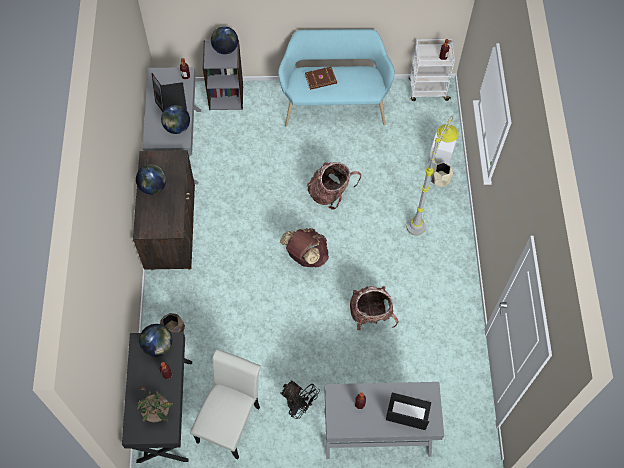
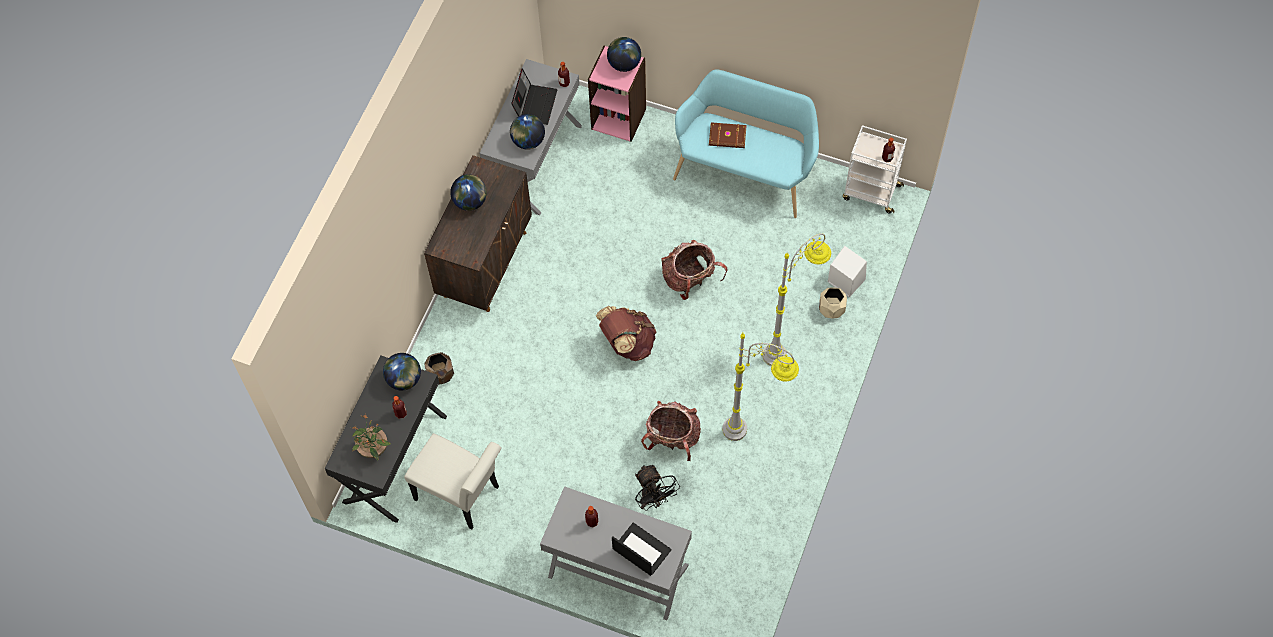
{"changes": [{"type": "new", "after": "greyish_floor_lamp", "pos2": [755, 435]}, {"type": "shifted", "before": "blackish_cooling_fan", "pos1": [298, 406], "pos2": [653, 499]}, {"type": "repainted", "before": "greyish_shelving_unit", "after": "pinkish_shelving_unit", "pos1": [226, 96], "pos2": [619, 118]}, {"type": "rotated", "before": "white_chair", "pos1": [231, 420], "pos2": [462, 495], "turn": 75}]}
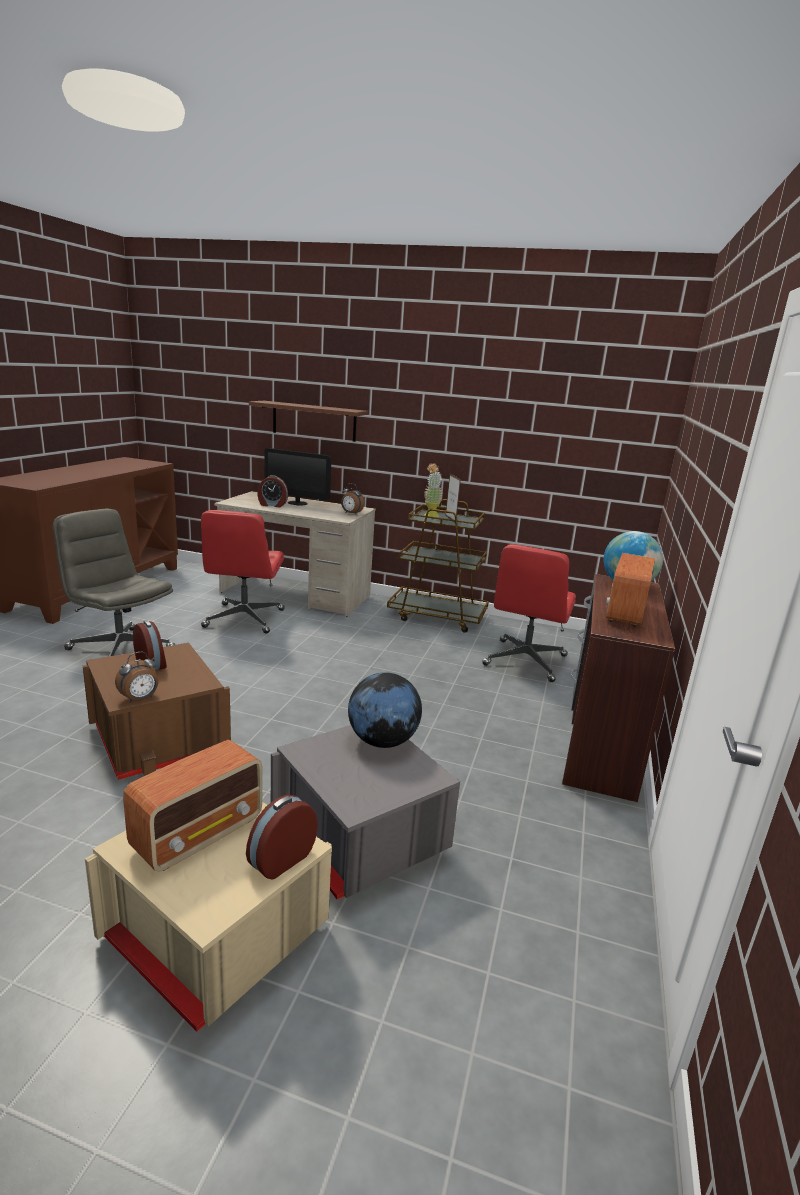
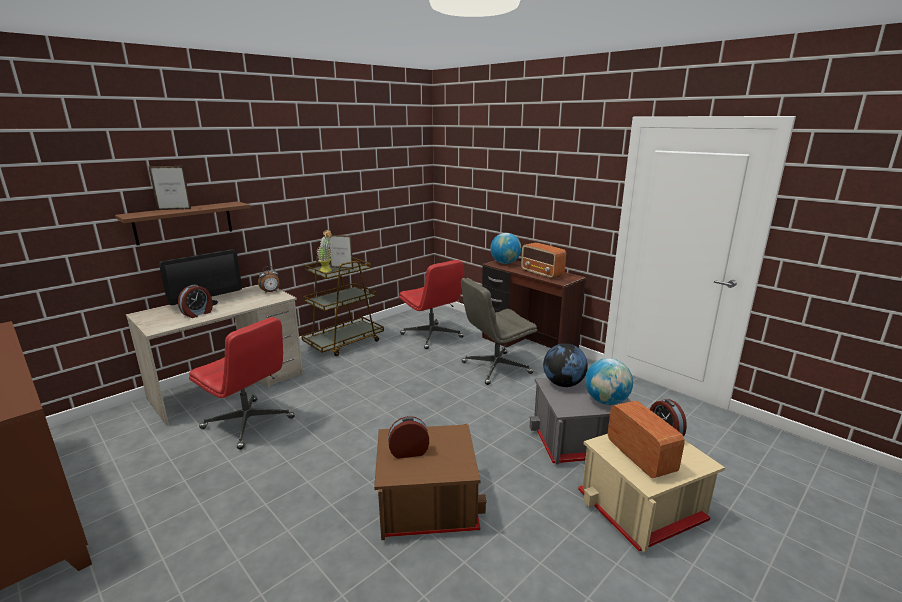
{"changes": [{"type": "gone", "before": "table_clock", "pos1": [140, 699]}, {"type": "new", "after": "picture_frame", "pos2": [174, 209]}, {"type": "new", "after": "desk_globe", "pos2": [606, 401]}, {"type": "shifted", "before": "greyish_computer_chair", "pos1": [120, 649], "pos2": [495, 368]}]}
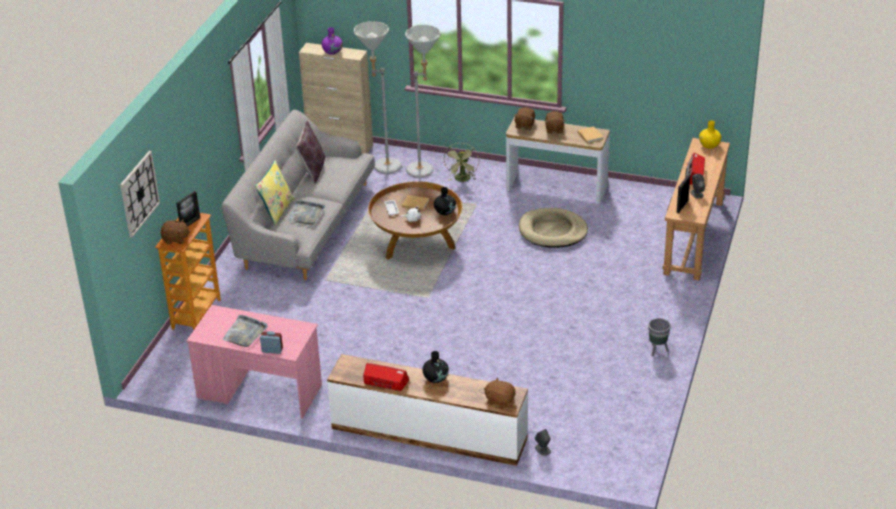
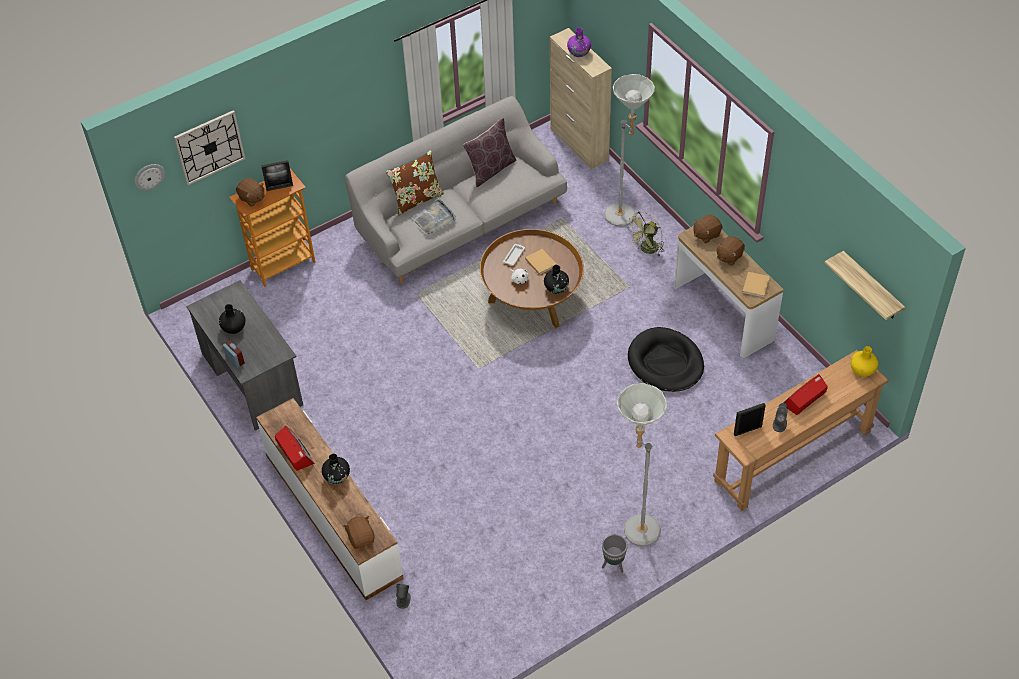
{"changes": [{"type": "new", "after": "clock_on_the_wall", "pos2": [149, 176]}, {"type": "new", "after": "bracket_shelf", "pos2": [871, 287]}, {"type": "shifted", "before": "greyish_floor_lamp", "pos1": [381, 166], "pos2": [636, 526]}, {"type": "swapped", "before": "greyish_serving_tray", "after": "blackish_vase", "pos1": [245, 333], "pos2": [234, 328]}, {"type": "repainted", "before": "pinkish_desk_table", "after": "greyish_desk_table", "pos1": [259, 391], "pos2": [252, 379]}, {"type": "repainted", "before": "yellowish_cushion", "after": "brown_cushion", "pos1": [276, 210], "pos2": [416, 199]}, {"type": "repainted", "before": "beige-coloured_dog_bed", "after": "blackish_dog_bed", "pos1": [552, 231], "pos2": [665, 362]}]}
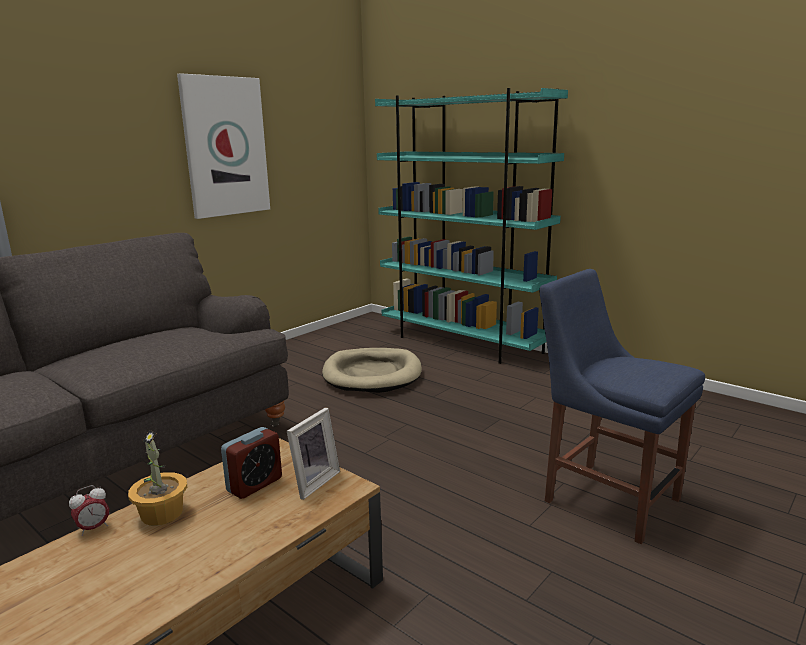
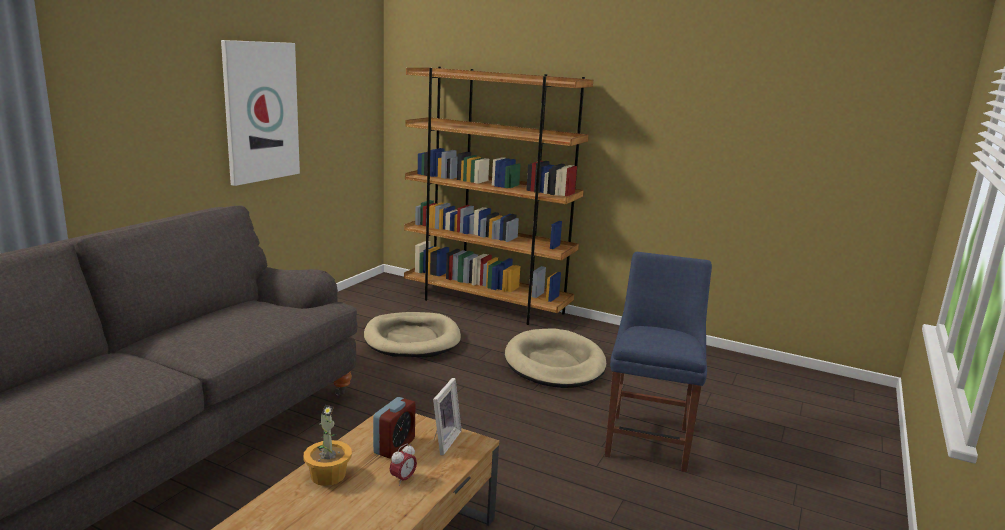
{"changes": [{"type": "new", "after": "beige-coloured_dog_bed", "pos2": [554, 363]}, {"type": "shifted", "before": "table_clock", "pos1": [93, 528], "pos2": [403, 479]}, {"type": "repainted", "before": "blue-green_shelving_unit", "after": "brown_shelving_unit", "pos1": [462, 343], "pos2": [486, 305]}, {"type": "rotated", "before": "blue_chair", "pos1": [605, 497], "pos2": [648, 439], "turn": 75}]}
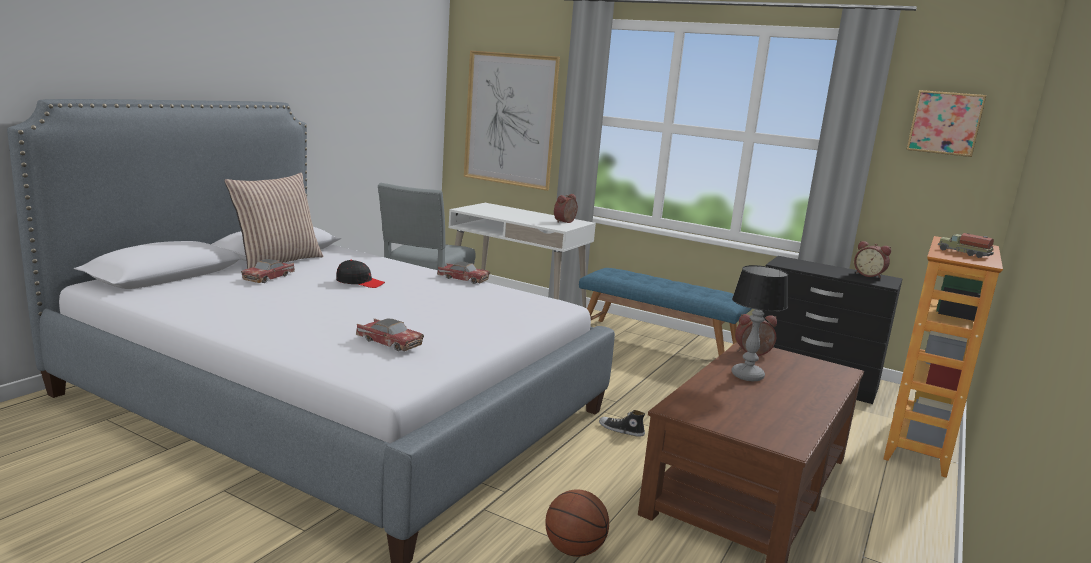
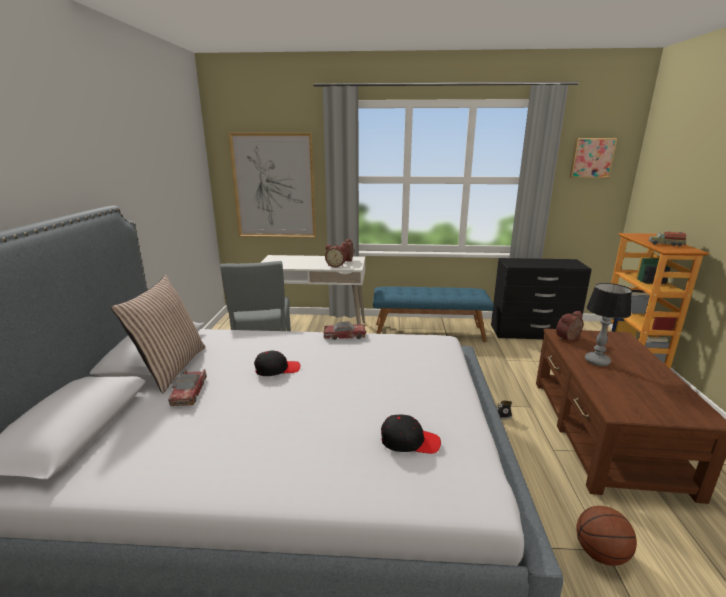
{"changes": [{"type": "shifted", "before": "table_clock", "pos1": [869, 275], "pos2": [336, 265]}, {"type": "swapped", "before": "model_car", "after": "blackish_peaked_cap", "pos1": [389, 342], "pos2": [409, 441]}]}
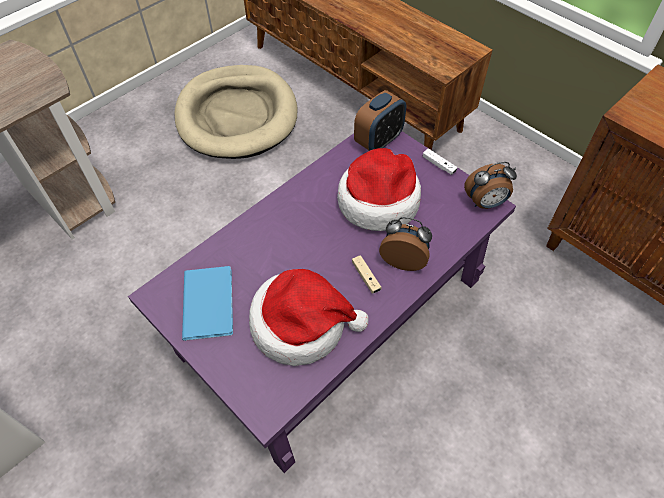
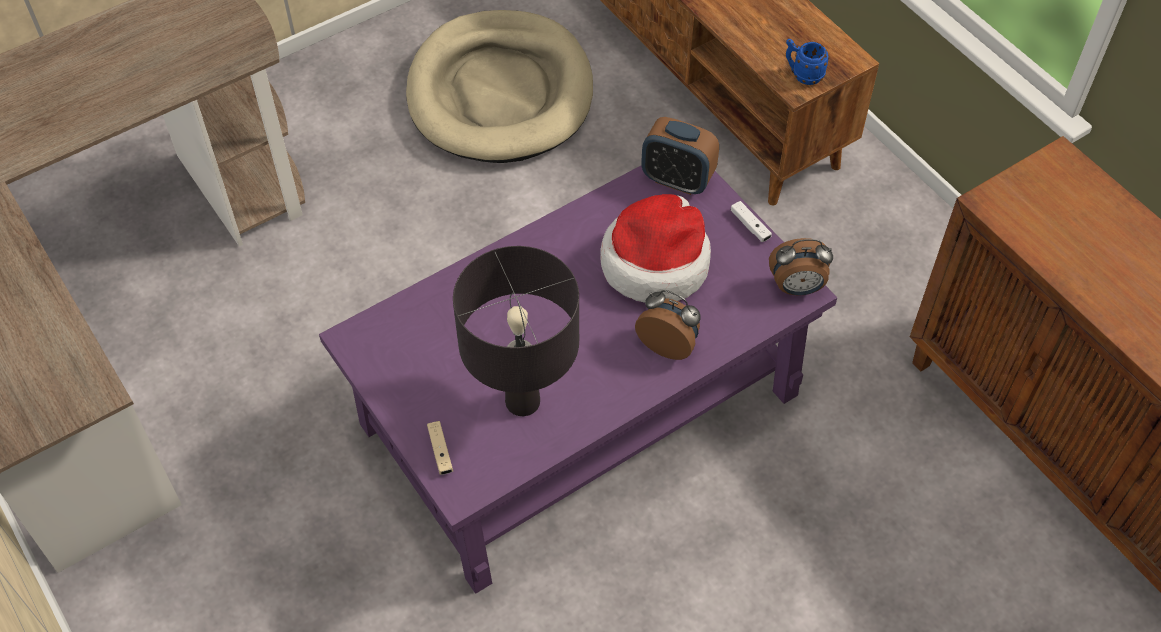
{"changes": [{"type": "gone", "before": "blue_bound_book", "pos1": [210, 301]}, {"type": "new", "after": "blue_tea_mug", "pos2": [802, 75]}, {"type": "shifted", "before": "beige-coloured_gamepad", "pos1": [366, 277], "pos2": [440, 451]}, {"type": "swapped", "before": "wearable_hat", "after": "blackish_lamp_for_a_table", "pos1": [302, 324], "pos2": [523, 401]}, {"type": "rotated", "before": "table_clock", "pos1": [378, 141], "pos2": [677, 179], "turn": 60}]}
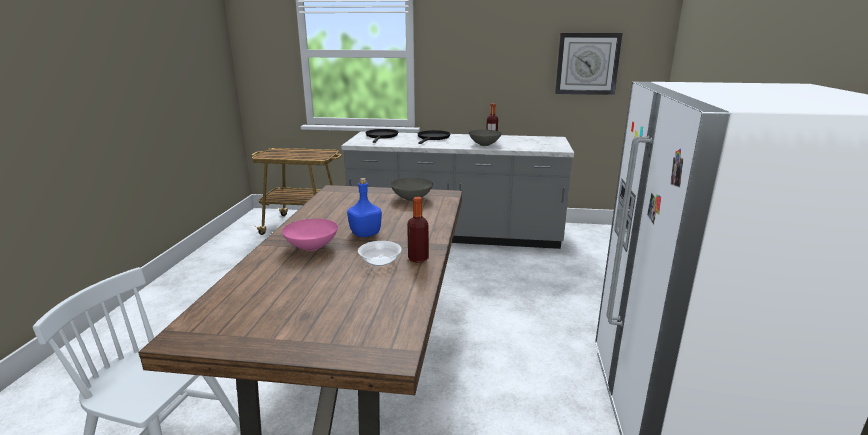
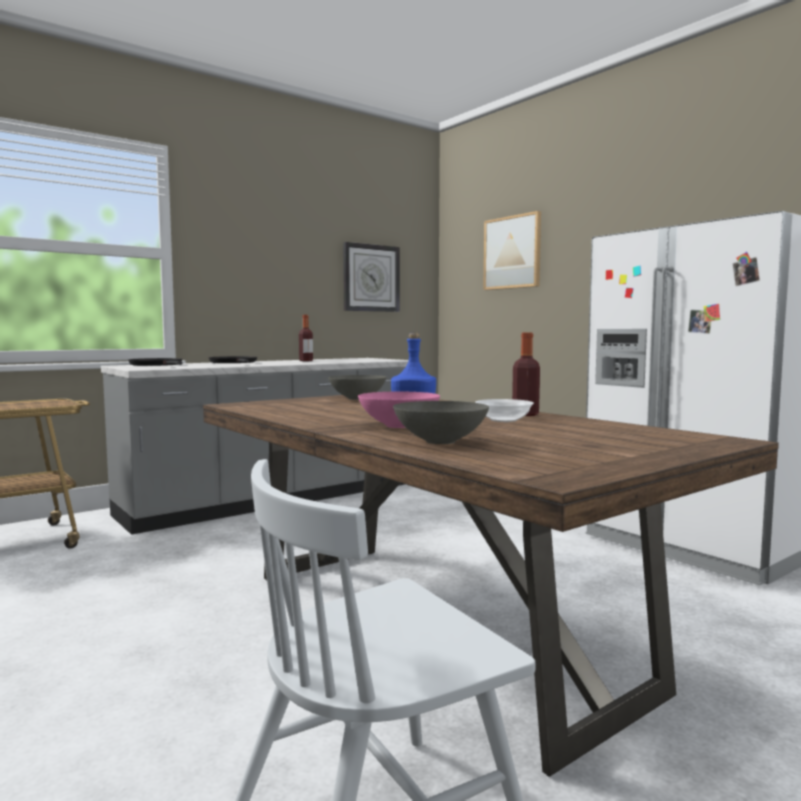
{"changes": [{"type": "new", "after": "wall_picture", "pos2": [512, 252]}, {"type": "shifted", "before": "greyish_deep_dish", "pos1": [484, 145], "pos2": [439, 441]}]}
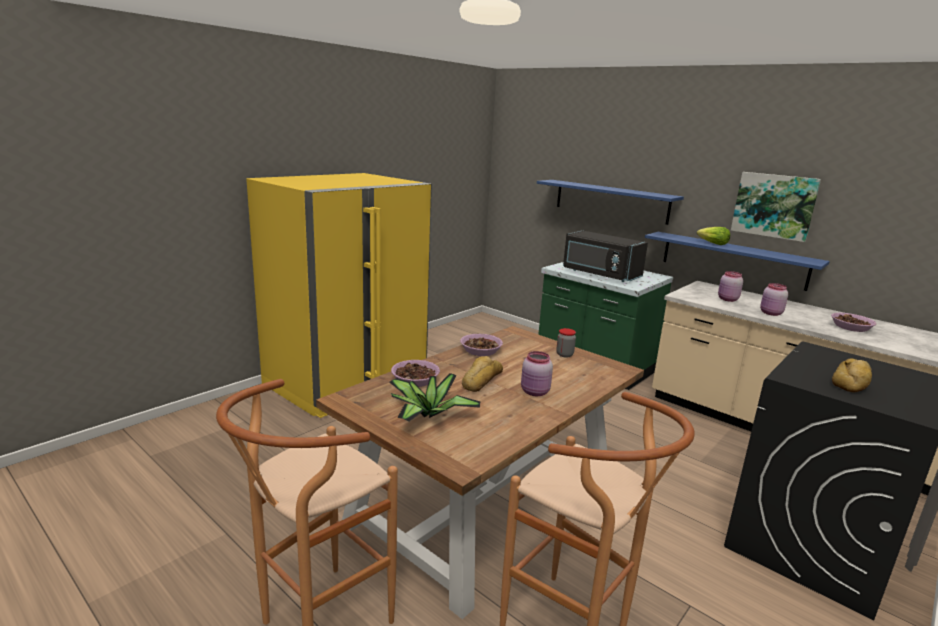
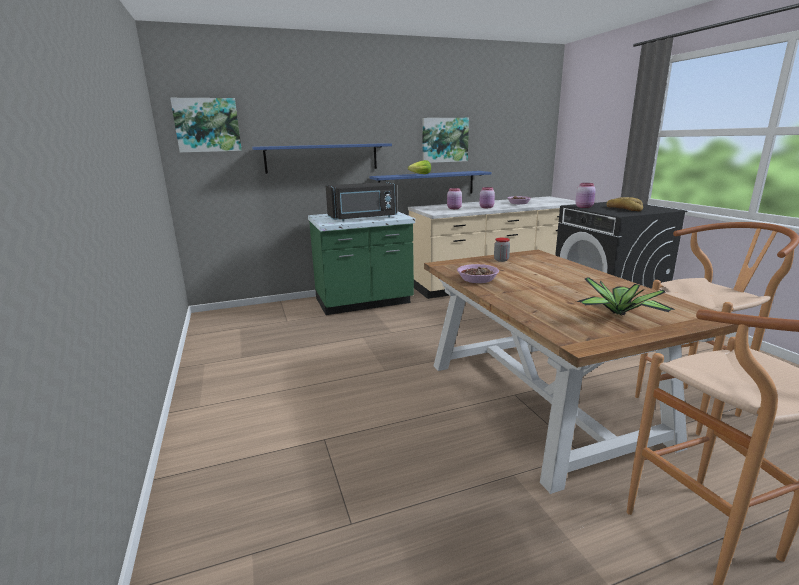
{"changes": [{"type": "gone", "before": "yellowish_refrigerator", "pos1": [347, 381]}, {"type": "gone", "before": "deep_dish", "pos1": [414, 380]}, {"type": "gone", "before": "baked_bread", "pos1": [480, 380]}, {"type": "new", "after": "wall_picture", "pos2": [207, 125]}, {"type": "shifted", "before": "pinkish_jar", "pos1": [535, 392], "pos2": [584, 207]}]}
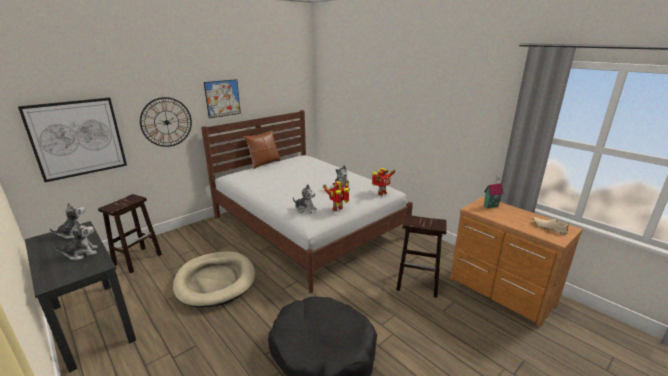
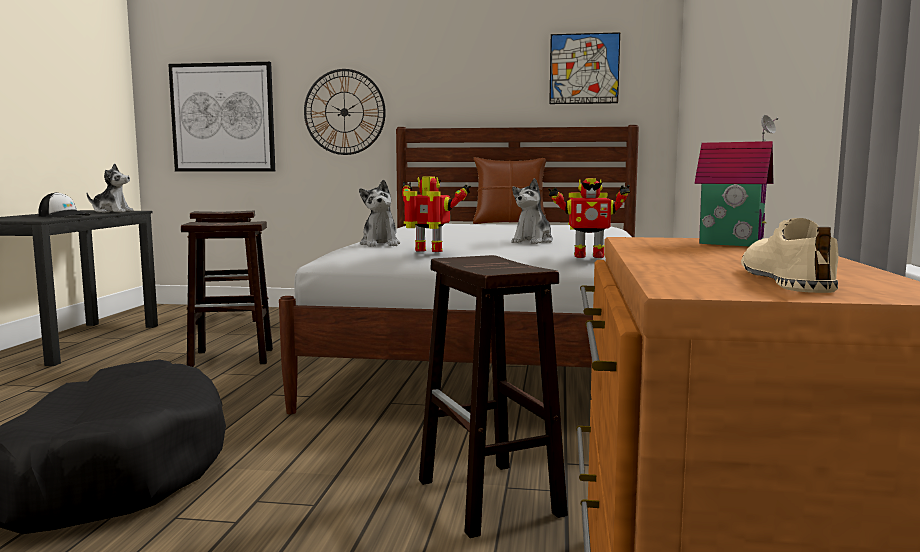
{"changes": [{"type": "shifted", "before": "wall_picture", "pos1": [222, 98], "pos2": [584, 68]}, {"type": "swapped", "before": "soft_toy", "after": "peaked_cap", "pos1": [82, 253], "pos2": [64, 216]}, {"type": "swapped", "before": "beige-coloured_dog_bed", "after": "brown_stool", "pos1": [215, 281], "pos2": [233, 357]}]}
